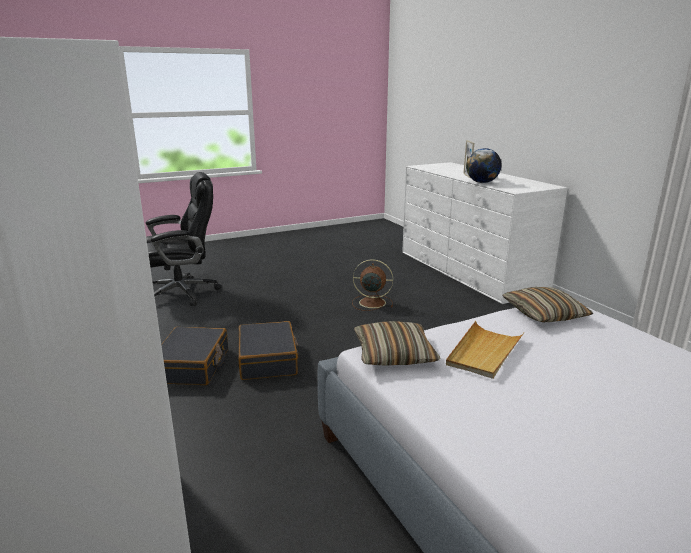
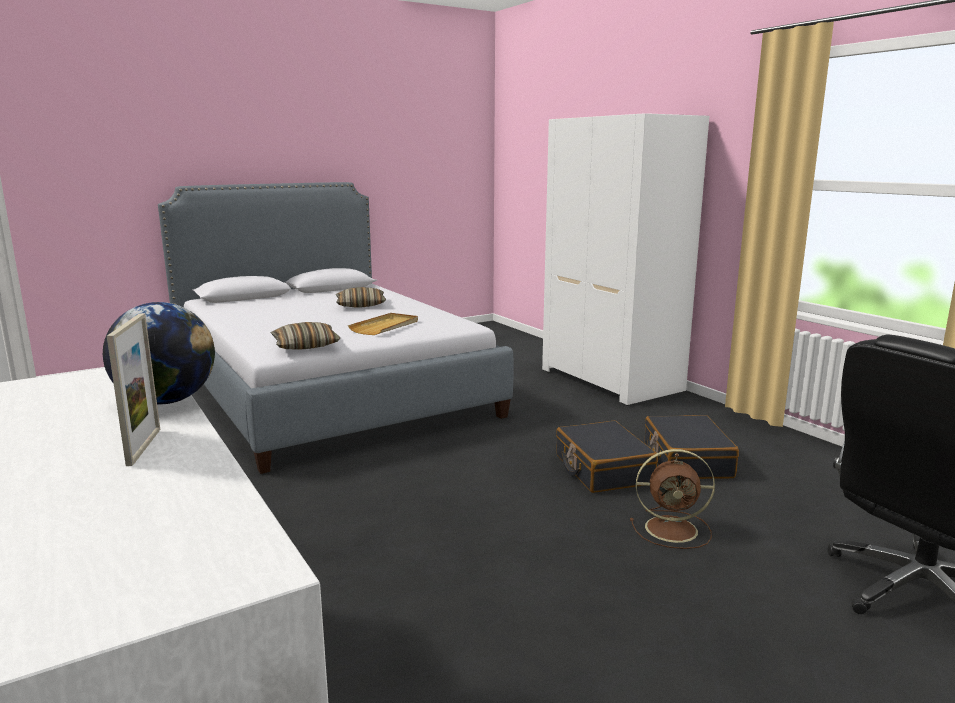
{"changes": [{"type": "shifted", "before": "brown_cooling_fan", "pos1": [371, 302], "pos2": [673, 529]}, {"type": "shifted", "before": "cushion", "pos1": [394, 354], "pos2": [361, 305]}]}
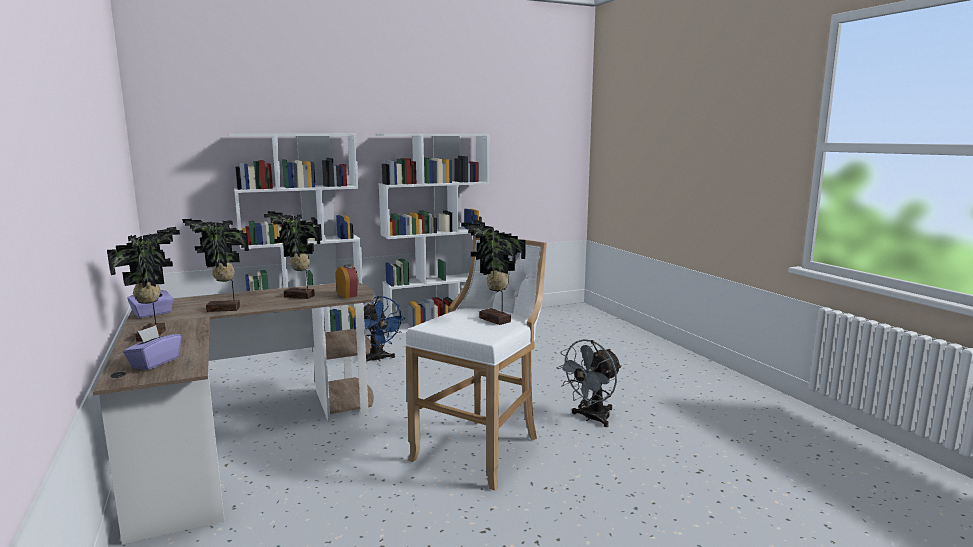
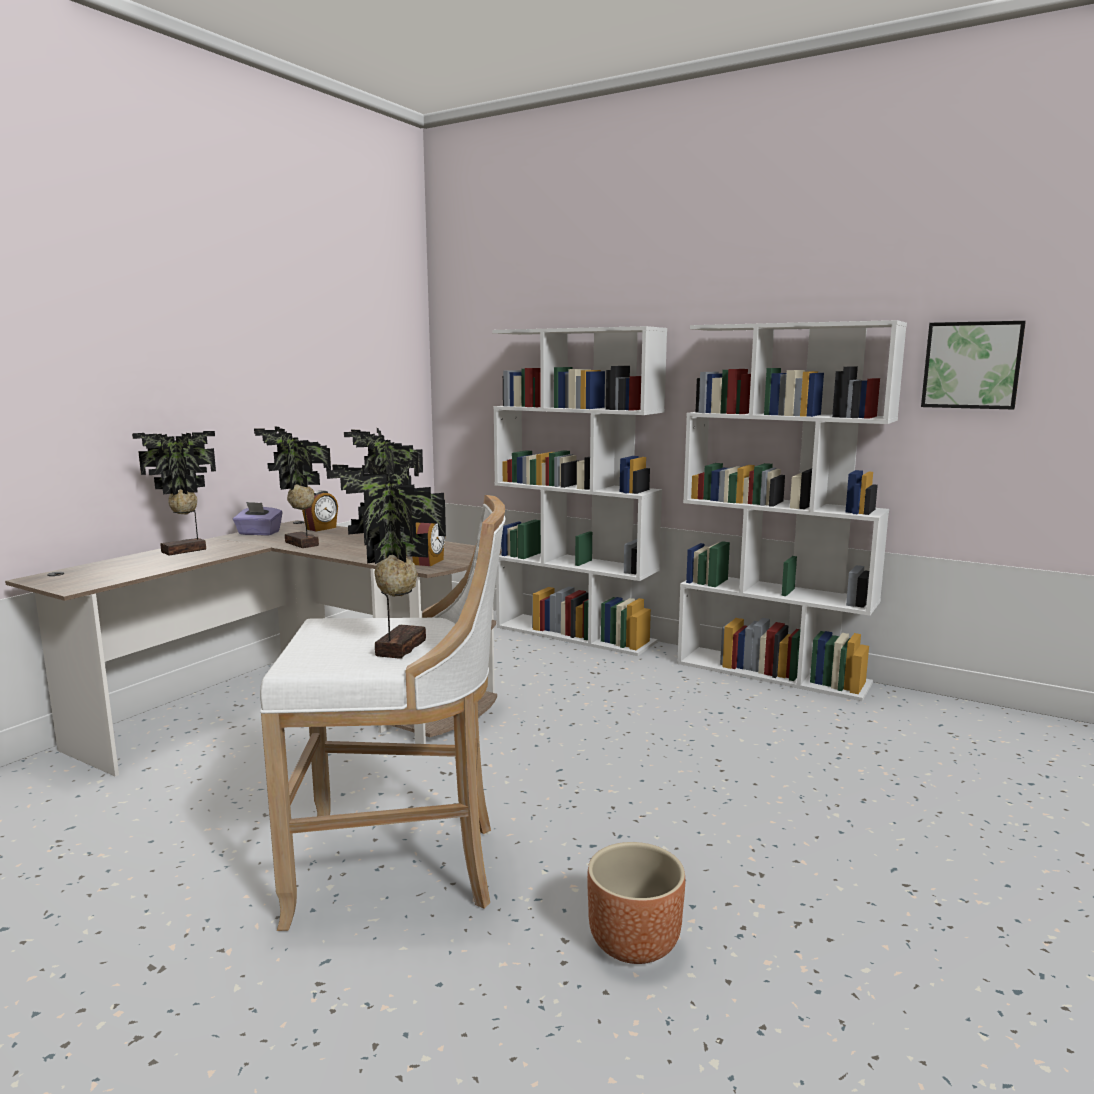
{"changes": [{"type": "gone", "before": "purple_box_of_tissues", "pos1": [154, 362]}, {"type": "gone", "before": "blue_cooling_fan", "pos1": [377, 359]}, {"type": "new", "after": "table_clock", "pos2": [321, 528]}, {"type": "new", "after": "wall_picture", "pos2": [972, 365]}, {"type": "swapped", "before": "greyish_cooling_fan", "after": "brown_flower_pot", "pos1": [591, 418], "pos2": [635, 944]}]}
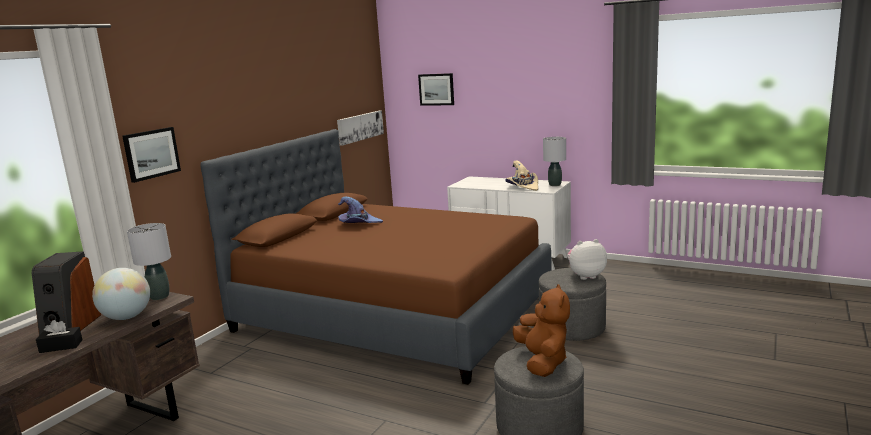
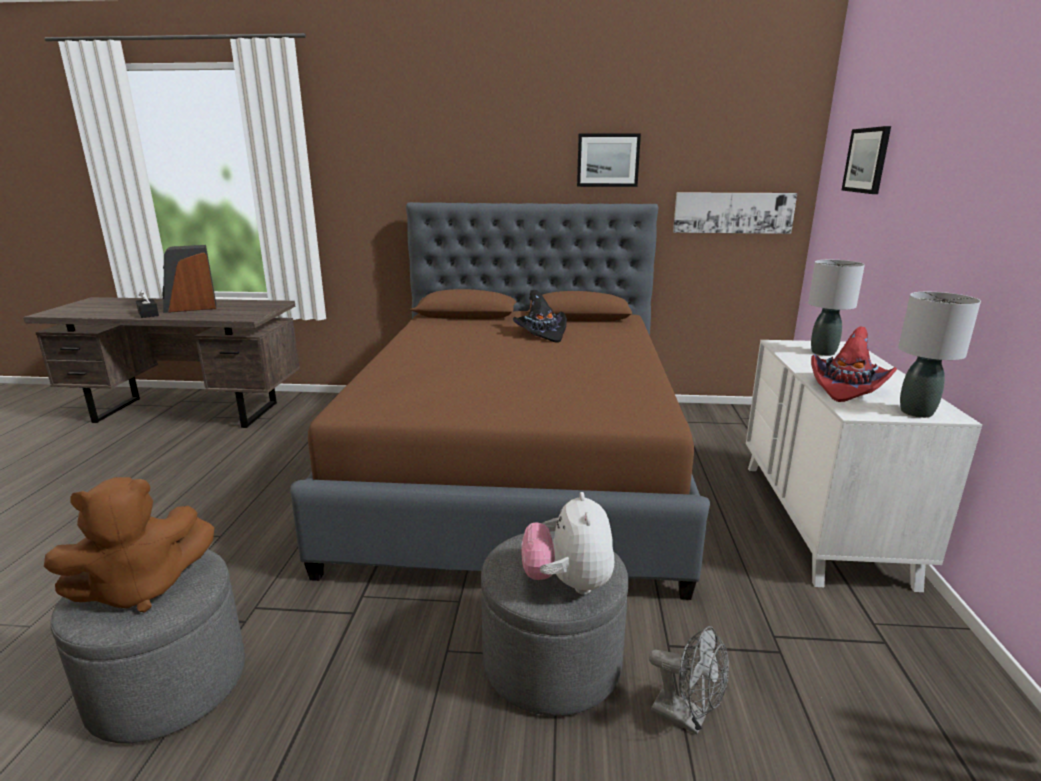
{"changes": [{"type": "gone", "before": "desk_globe", "pos1": [127, 317]}, {"type": "new", "after": "greyish_cooling_fan", "pos2": [687, 717]}, {"type": "shifted", "before": "wall_picture", "pos1": [151, 153], "pos2": [608, 160]}, {"type": "shifted", "before": "greyish_lamp_for_a_table", "pos1": [159, 296], "pos2": [823, 352]}, {"type": "repainted", "before": "purple_wearable_hat", "after": "blackish_wearable_hat", "pos1": [359, 223], "pos2": [541, 333]}, {"type": "repainted", "before": "beige-coloured_wearable_hat", "after": "red_wearable_hat", "pos1": [523, 187], "pos2": [847, 387]}, {"type": "rotated", "before": "soft_toy", "pos1": [585, 276], "pos2": [568, 583], "turn": -150}]}
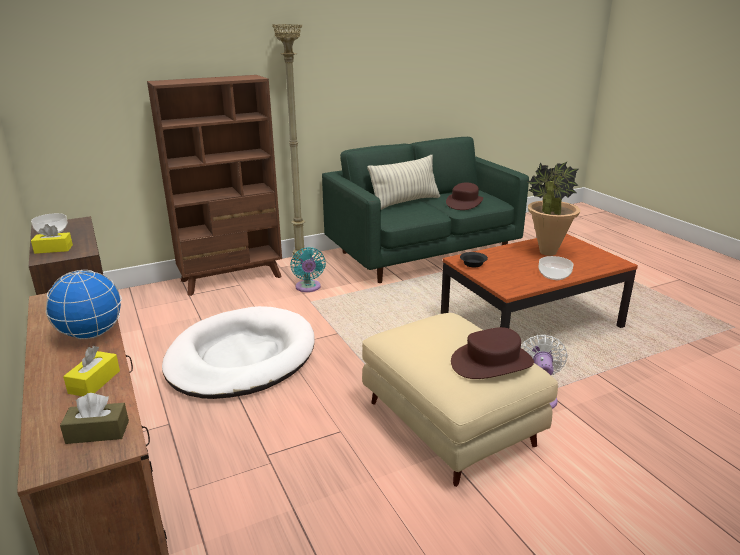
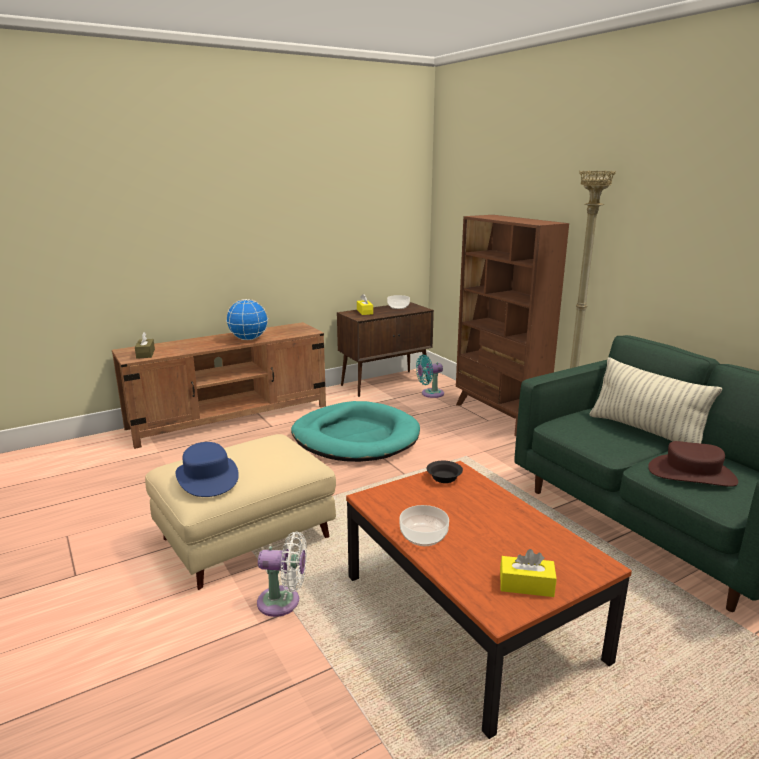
{"changes": [{"type": "gone", "before": "potted_plant", "pos1": [547, 252]}, {"type": "shifted", "before": "yellowish_box_of_tissues", "pos1": [94, 382], "pos2": [526, 585]}, {"type": "shifted", "before": "blue-green_cooling_fan", "pos1": [308, 288], "pos2": [430, 394]}, {"type": "repainted", "before": "white_dog_bed", "after": "blue-green_dog_bed", "pos1": [241, 357], "pos2": [355, 437]}, {"type": "repainted", "before": "brown_wearable_hat", "after": "blue_wearable_hat", "pos1": [492, 363], "pos2": [207, 477]}]}
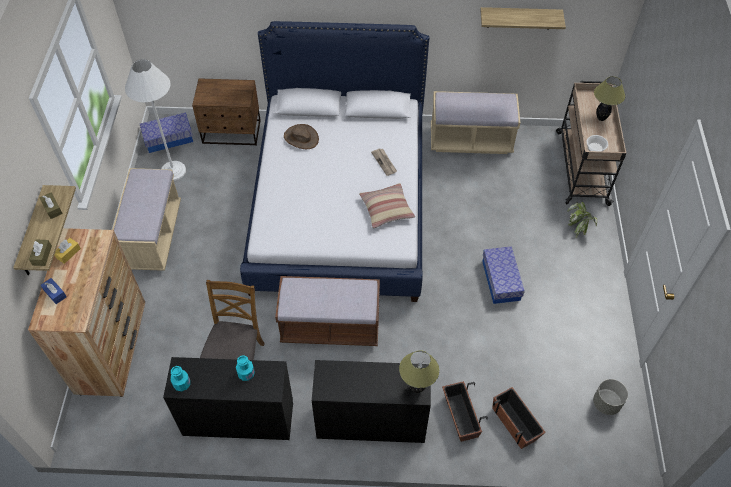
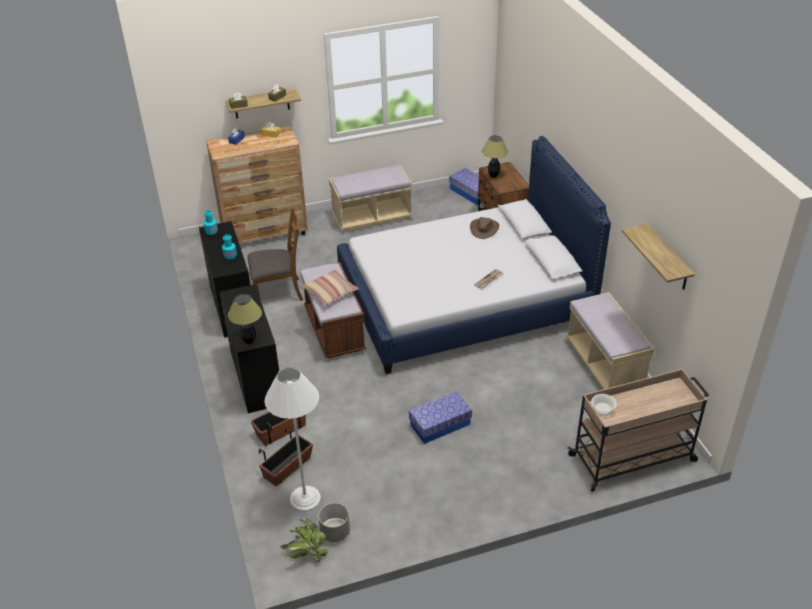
{"changes": [{"type": "shifted", "before": "white_floor_lamp", "pos1": [173, 171], "pos2": [305, 499]}, {"type": "shifted", "before": "cushion", "pos1": [386, 209], "pos2": [330, 292]}, {"type": "shifted", "before": "potted_plant", "pos1": [579, 226], "pos2": [306, 553]}, {"type": "shifted", "before": "lamp_for_a_table", "pos1": [601, 118], "pos2": [493, 176]}]}
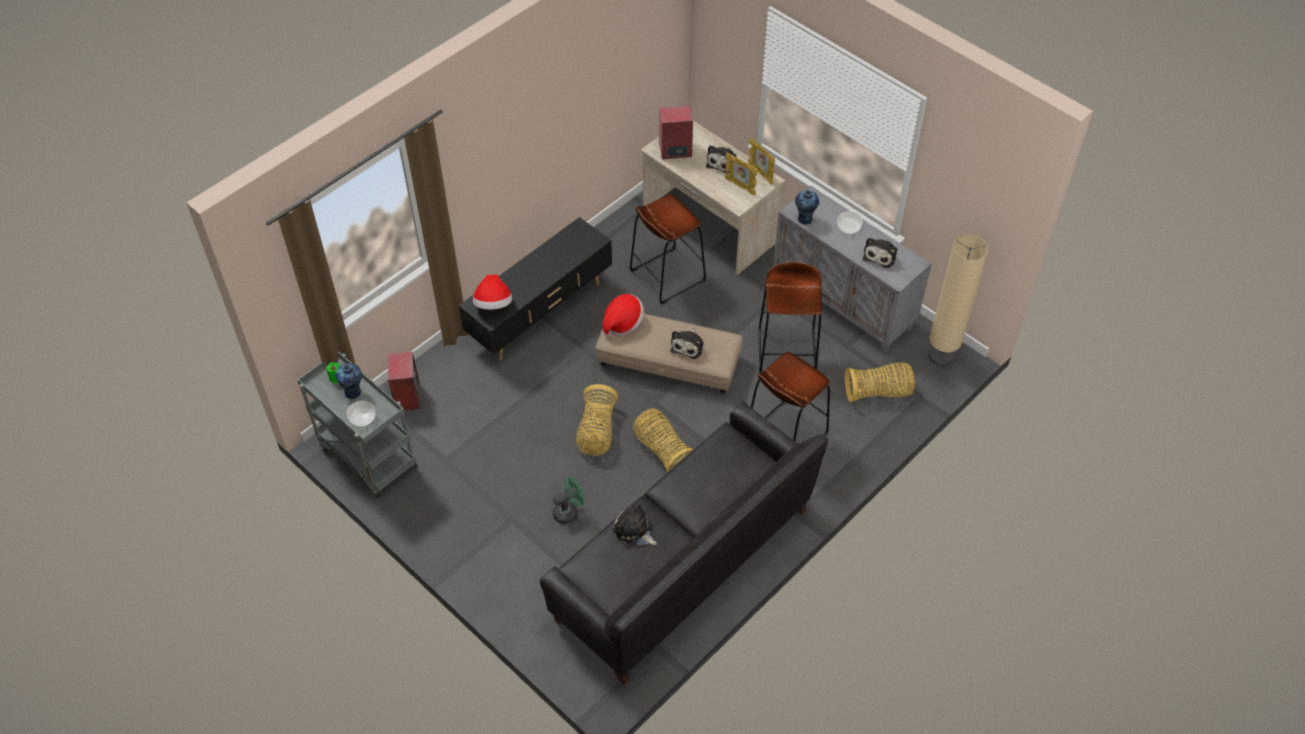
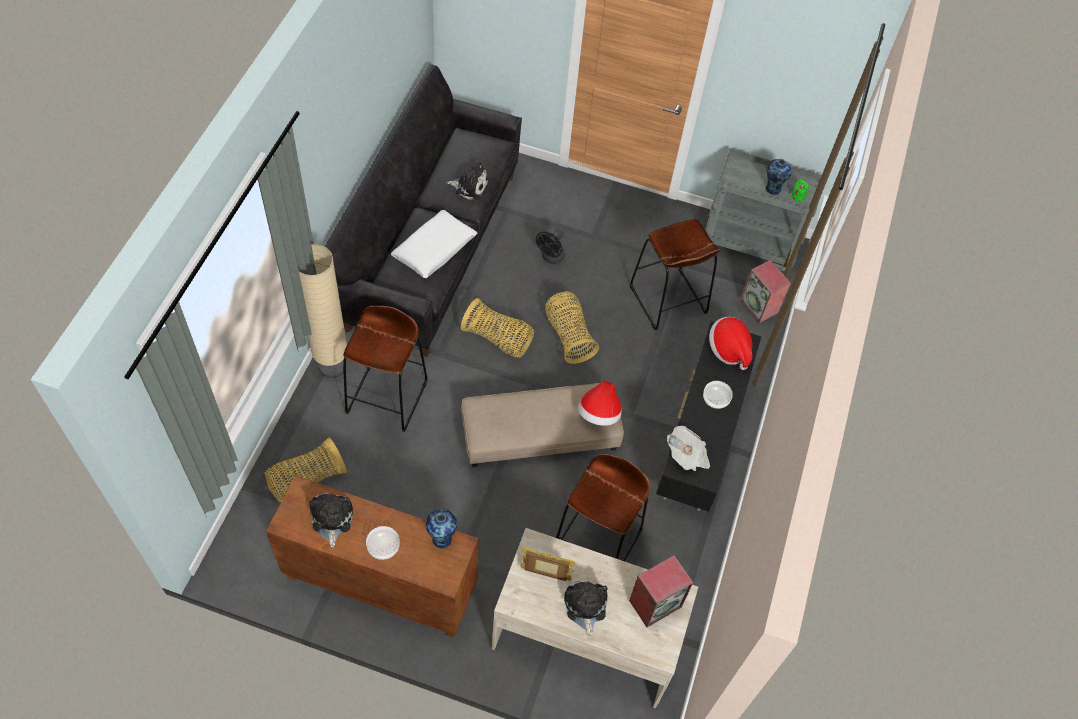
{"changes": [{"type": "gone", "before": "soft_toy", "pos1": [688, 345]}, {"type": "gone", "before": "picture_frame", "pos1": [760, 174]}, {"type": "new", "after": "white_cushion", "pos2": [434, 249]}, {"type": "new", "after": "newspaper", "pos2": [687, 456]}, {"type": "shifted", "before": "deep_dish", "pos1": [363, 418], "pos2": [715, 399]}, {"type": "shifted", "before": "brown_stool", "pos1": [787, 351], "pos2": [667, 300]}, {"type": "shifted", "before": "beige-coloured_floor_lamp", "pos1": [941, 356], "pos2": [332, 366]}, {"type": "repainted", "before": "green_cooling_fan", "after": "blackish_cooling_fan", "pos1": [569, 511], "pos2": [551, 258]}, {"type": "repainted", "before": "greyish_cabinet", "after": "brown_cabinet", "pos1": [844, 303], "pos2": [379, 584]}]}
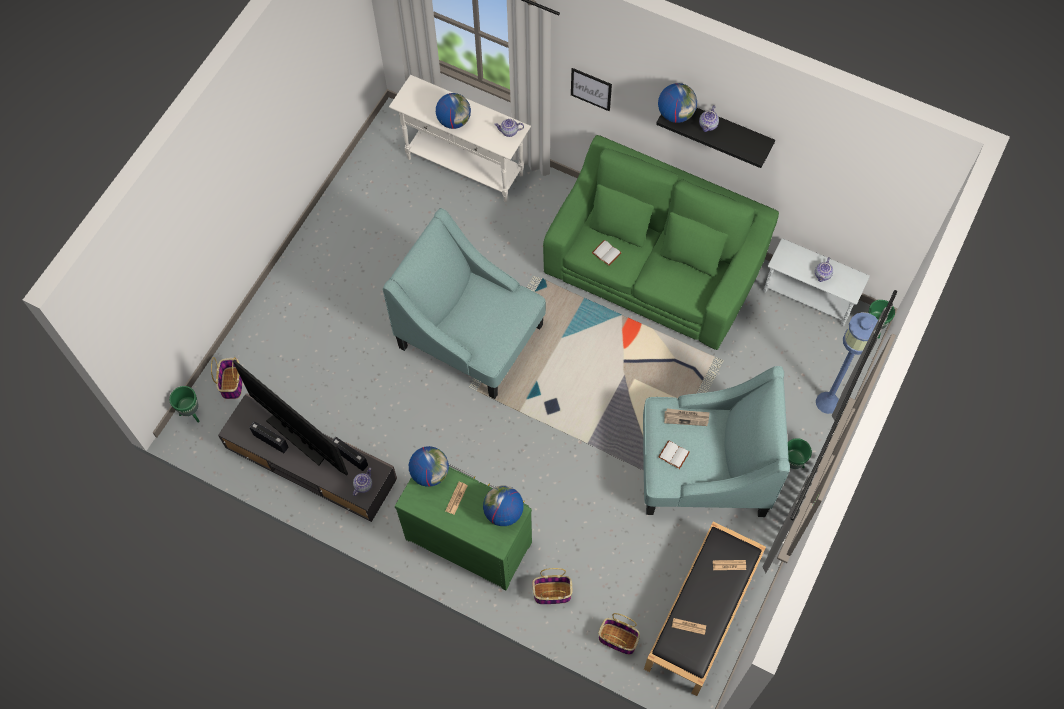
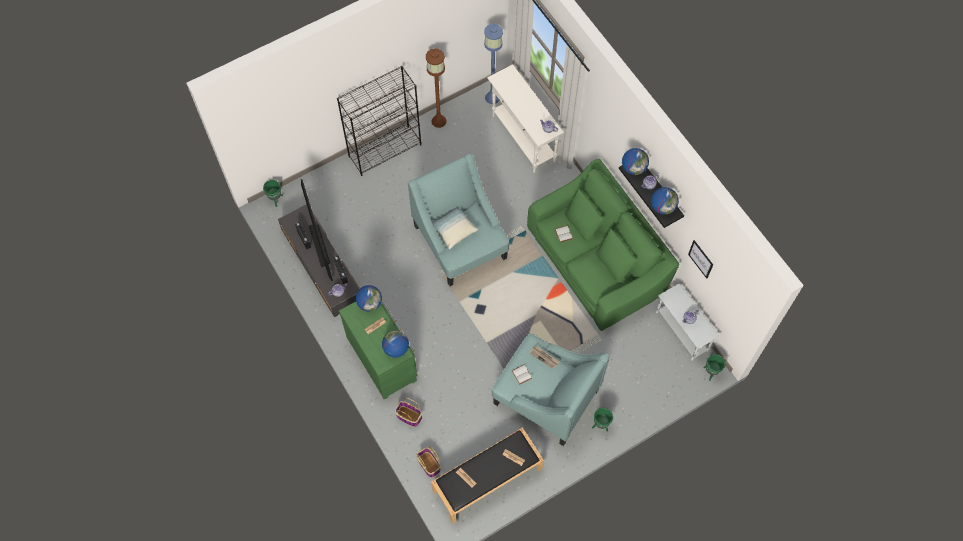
{"changes": [{"type": "gone", "before": "storage_basket", "pos1": [232, 382]}, {"type": "new", "after": "blackish_shelving_unit", "pos2": [385, 150]}, {"type": "new", "after": "brown_floor_lamp", "pos2": [439, 121]}, {"type": "new", "after": "cushion", "pos2": [453, 229]}, {"type": "shifted", "before": "desk_globe", "pos1": [454, 121], "pos2": [662, 207]}, {"type": "shifted", "before": "wall_picture", "pos1": [591, 89], "pos2": [700, 259]}, {"type": "shifted", "before": "blue_floor_lamp", "pos1": [827, 403], "pos2": [492, 98]}]}
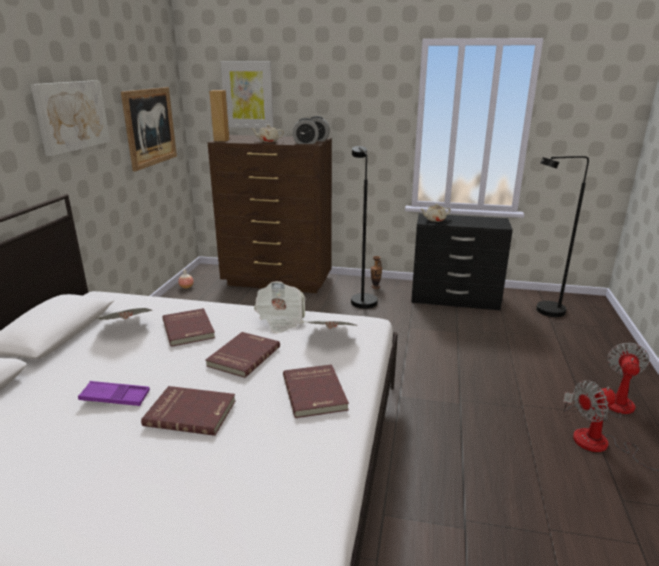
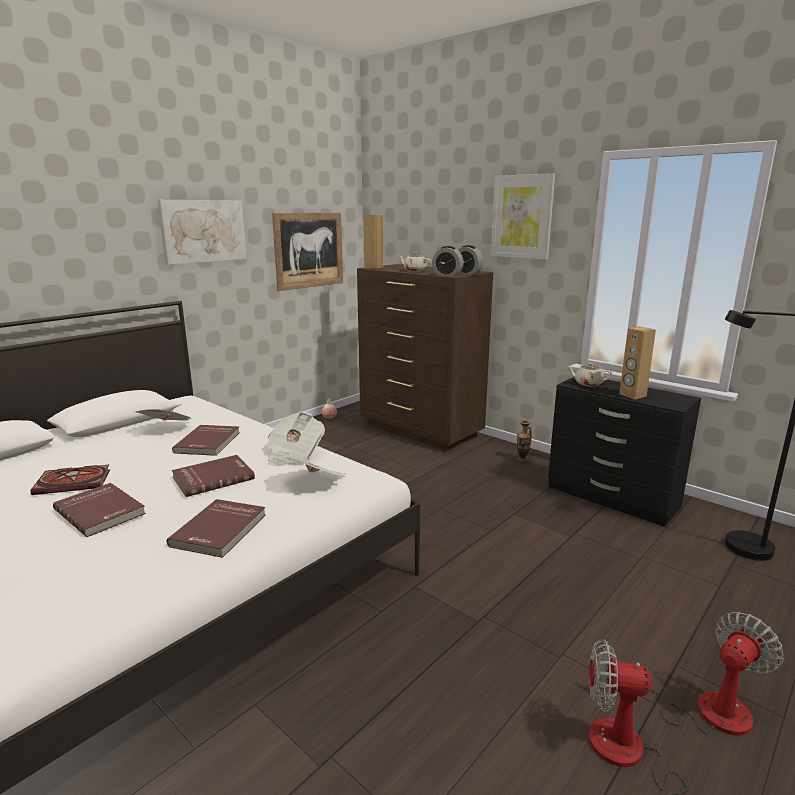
{"changes": [{"type": "gone", "before": "blackish_floor_lamp", "pos1": [361, 299]}, {"type": "new", "after": "brown_audio_speaker", "pos2": [632, 395]}, {"type": "shifted", "before": "wall_picture", "pos1": [248, 95], "pos2": [522, 217]}, {"type": "swapped", "before": "purple_serving_tray", "after": "bound_book", "pos1": [115, 398], "pos2": [75, 482]}]}
